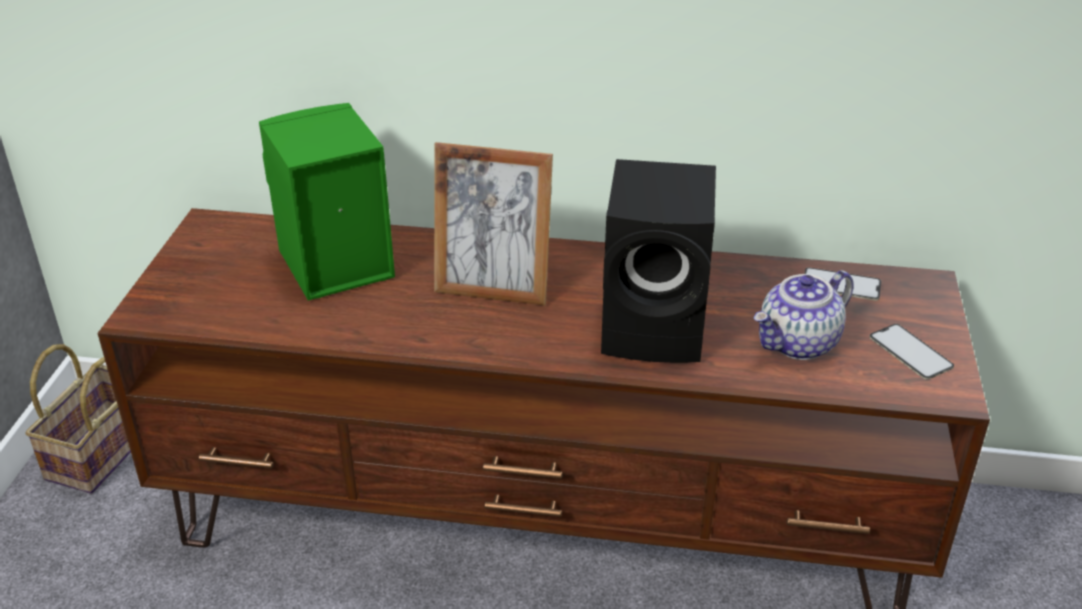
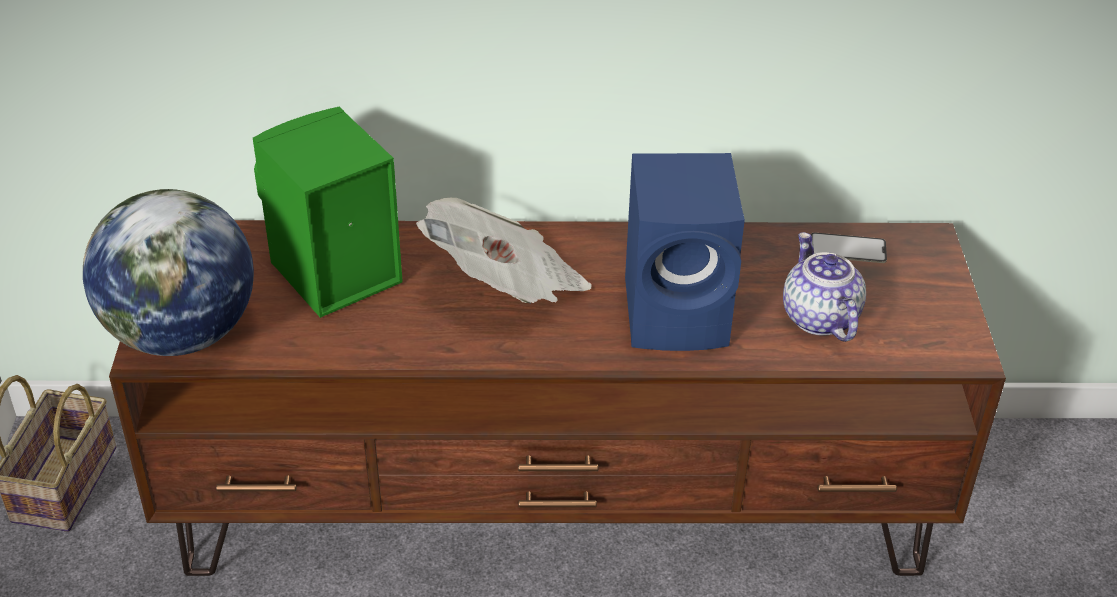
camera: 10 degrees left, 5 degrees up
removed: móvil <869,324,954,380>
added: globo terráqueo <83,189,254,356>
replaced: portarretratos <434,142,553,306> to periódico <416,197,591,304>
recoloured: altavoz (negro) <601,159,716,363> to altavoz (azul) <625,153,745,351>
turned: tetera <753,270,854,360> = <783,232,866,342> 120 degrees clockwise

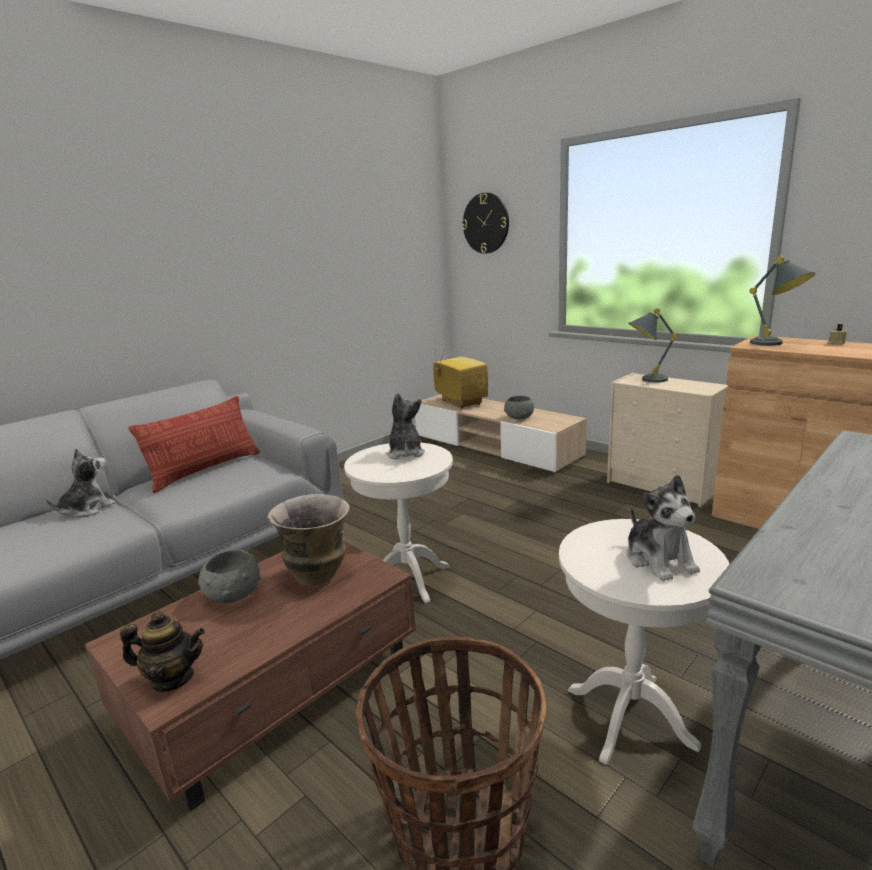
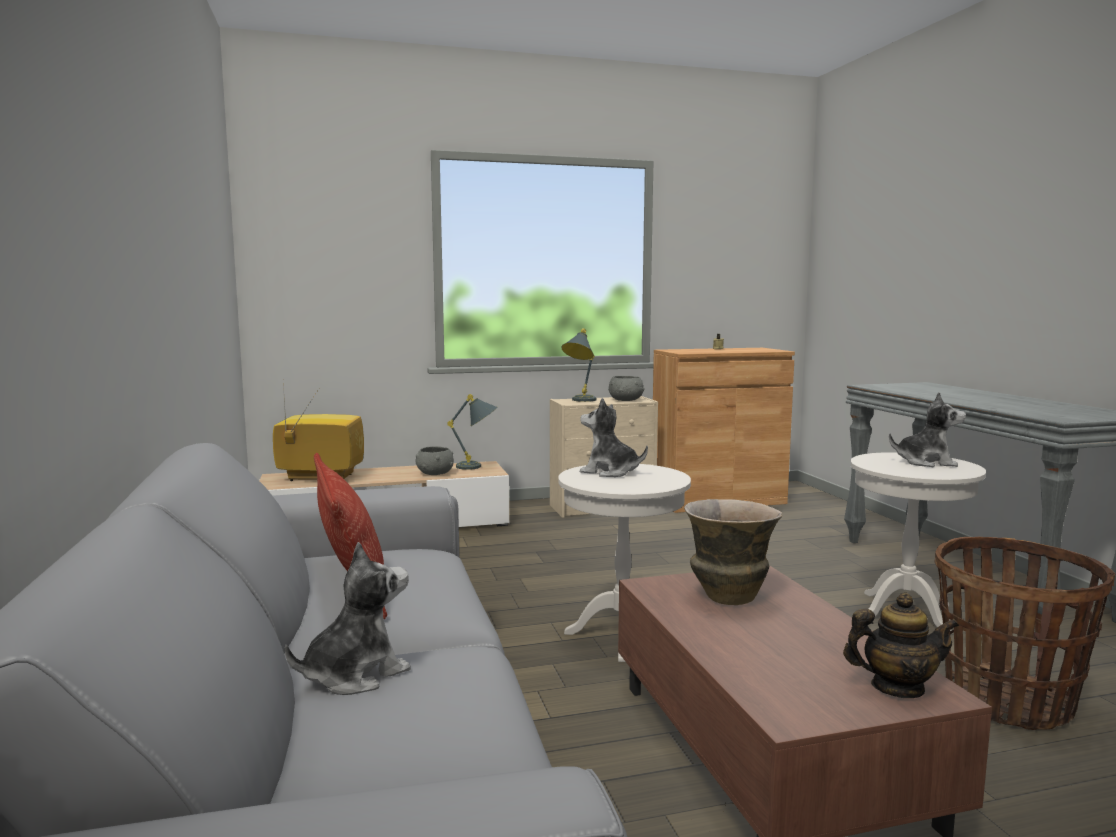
camera: 60 degrees left, 10 degrees down
removed: reloj de pared <462,193,509,254>
moved: cuenco (gris) <198,550,261,603> to <608,376,645,401>; lámpara de mesa (gris) <749,256,815,346> to <447,394,498,470>
turned: peluche <46,448,116,518> = <285,542,411,695> 75 degrees clockwise; tetera <120,611,205,692> = <843,593,959,698> 60 degrees clockwise

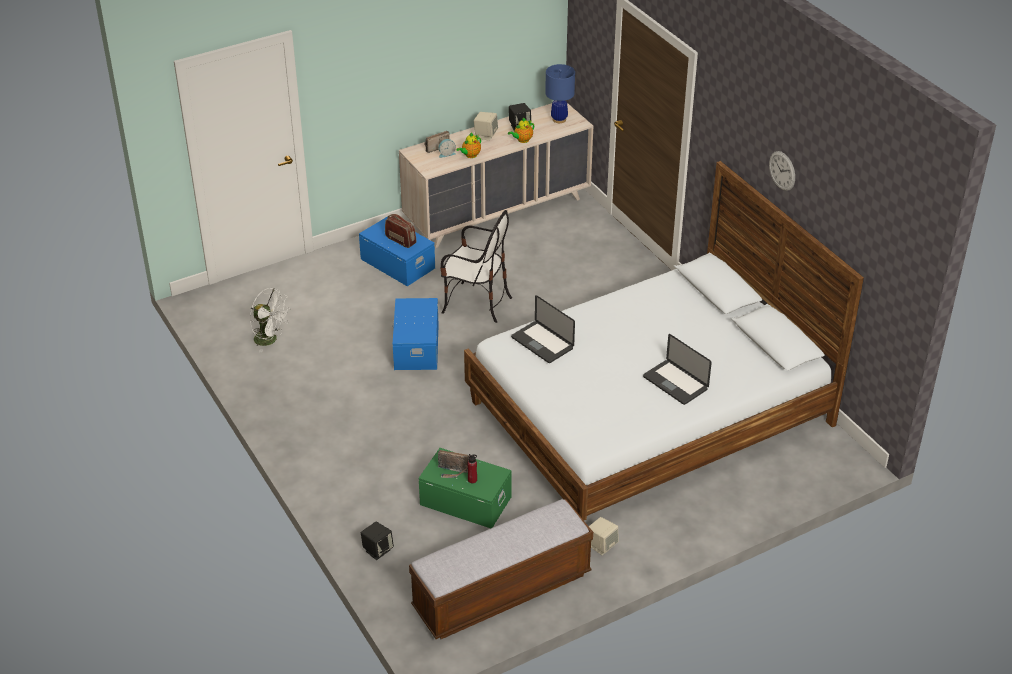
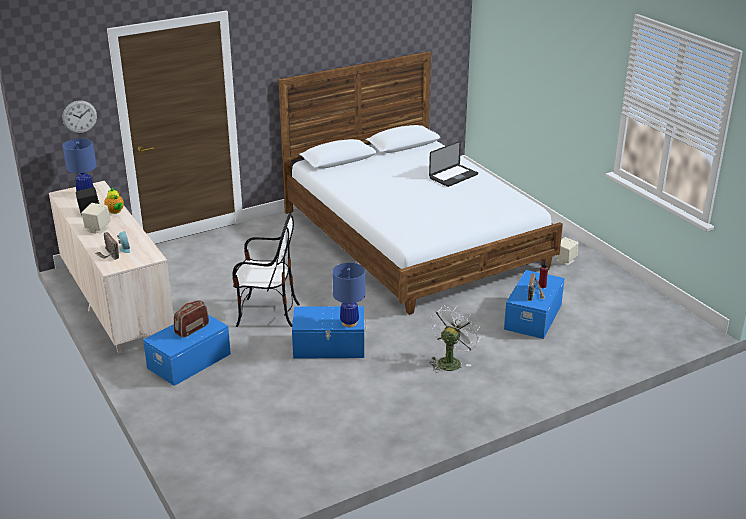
camera: 90 degrees left, 10 degrees down
removed: altavoz (negro) <361,522,394,560>; banco <409,499,593,639>; tetera <456,133,481,158>; portátil <511,295,575,363>
added: lámpara de mesa (azul) <332,263,365,327>
moved: ventilador (blanco) <250,288,290,353> to <429,305,480,372>; reloj de pared <769,151,795,191> to <62,100,97,134>
recoloured: caja de almacenaje (verde) <419,448,511,528> to caja de almacenaje (azul) <504,270,564,339>
turned: silla <440,210,512,323> = <232,212,300,327> 75 degrees clockwise

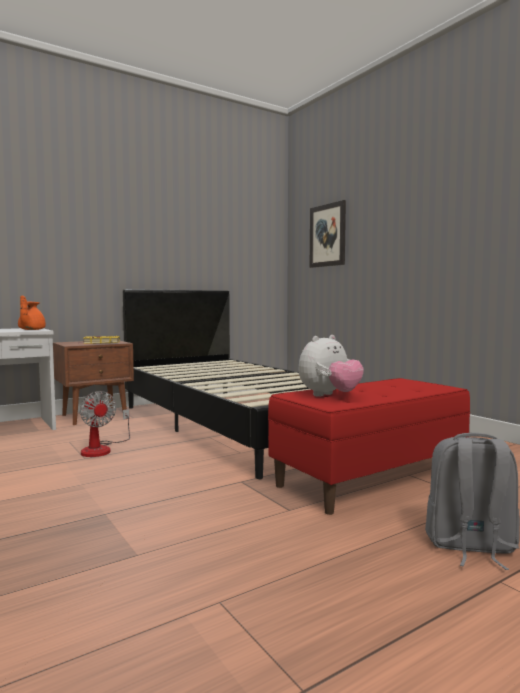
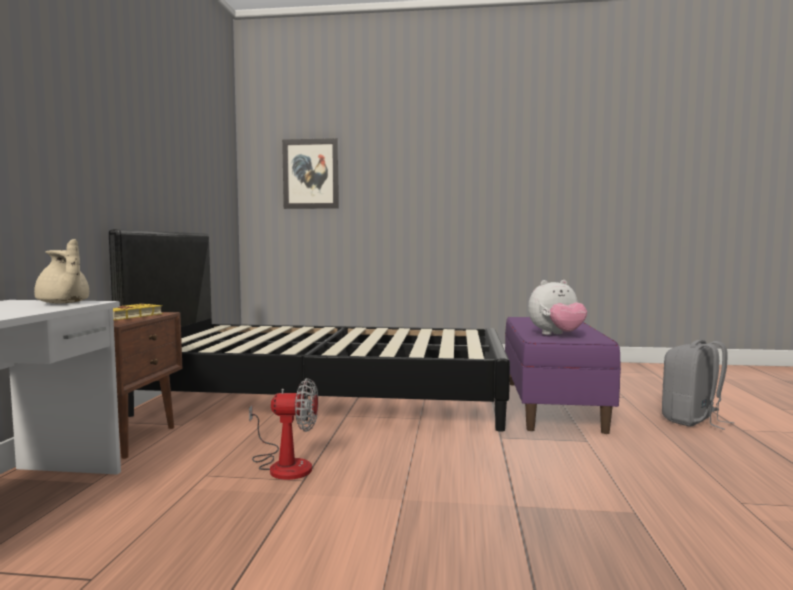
camera: 50 degrees left, 0 degrees up
recoloured: tetera (naranja) <18,295,46,330> to tetera (beis) <34,239,89,303>; banco (rojo) <268,378,470,515> to banco (morado) <505,317,621,434>
turned: peluche <299,335,364,396> = <528,280,587,335> 75 degrees clockwise

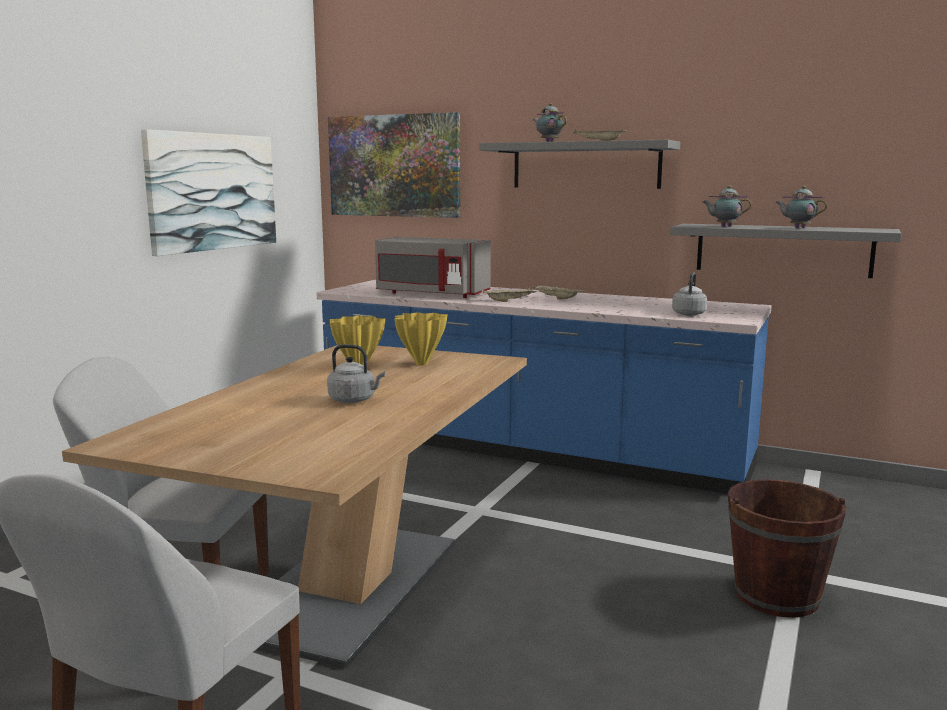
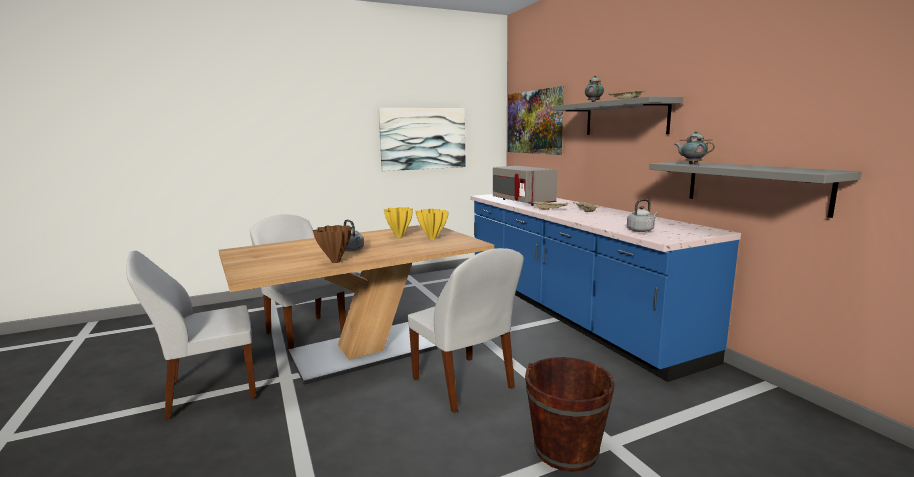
camera: 40 degrees right, 0 degrees up
removed: tetera <776,186,827,228>
added: florero (marrón) <313,225,351,263>; silla (blanco) <408,248,524,413>

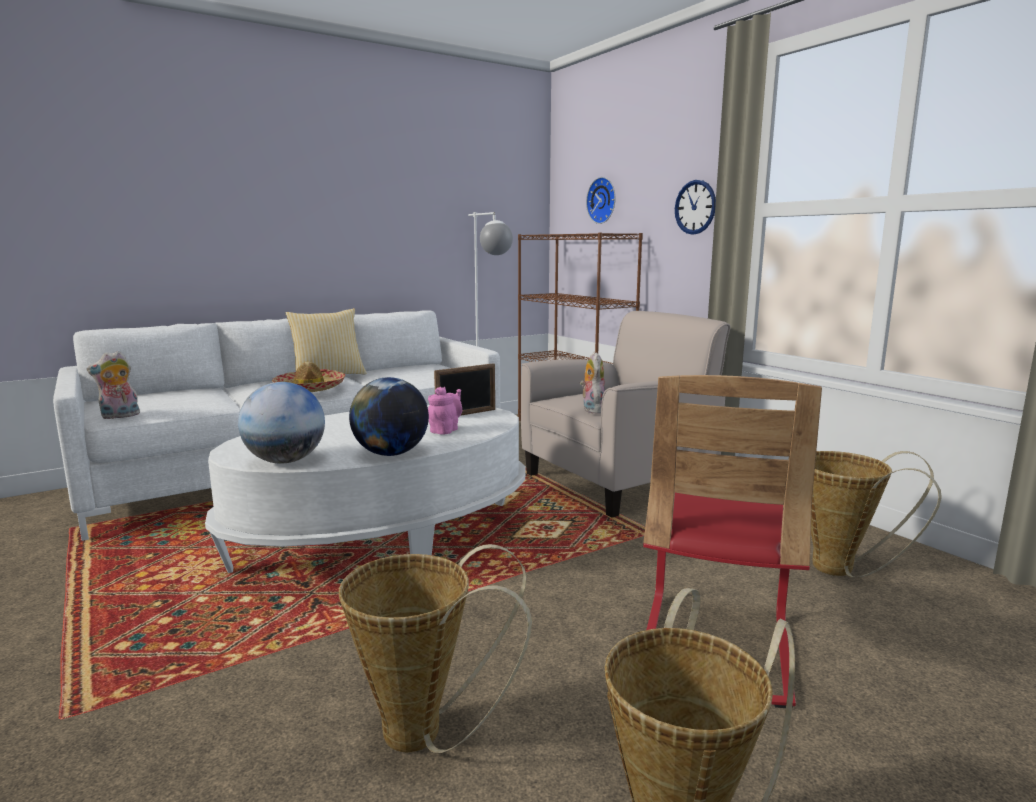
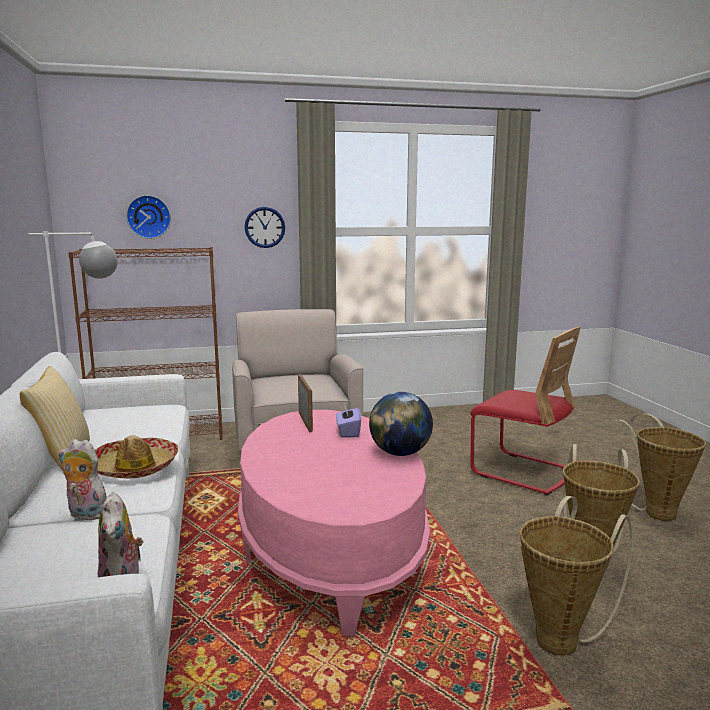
camera: 70 degrees left, 0 degrees up
removed: globo terráqueo <238,382,325,464>
moved: peluche <580,351,605,414> to <58,439,107,520>; cesta <811,451,942,577> to <520,496,633,656>
replaced: tetera (rosa) <428,387,462,435> to caja de pañuelos (morado) <336,405,361,438>
recoloured: mesa de centro (blanco) <205,405,526,573> to mesa de centro (rosa) <238,410,430,636>

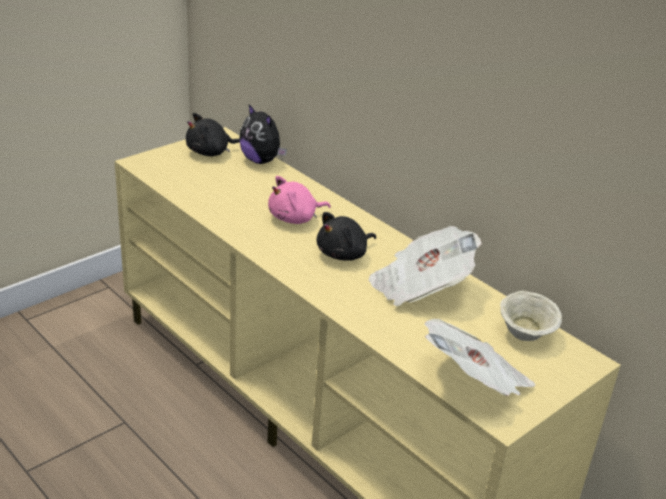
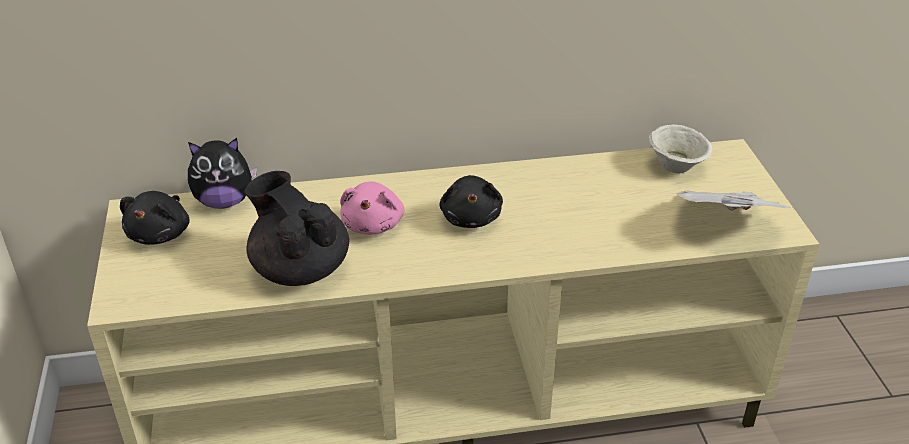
camera: 55 degrees left, 5 degrees up
removed: periódico <368,226,482,306>
added: tetera (negro) <244,171,349,286>

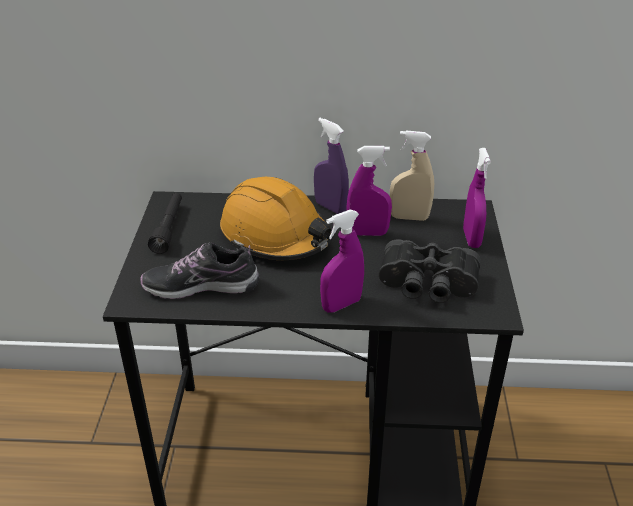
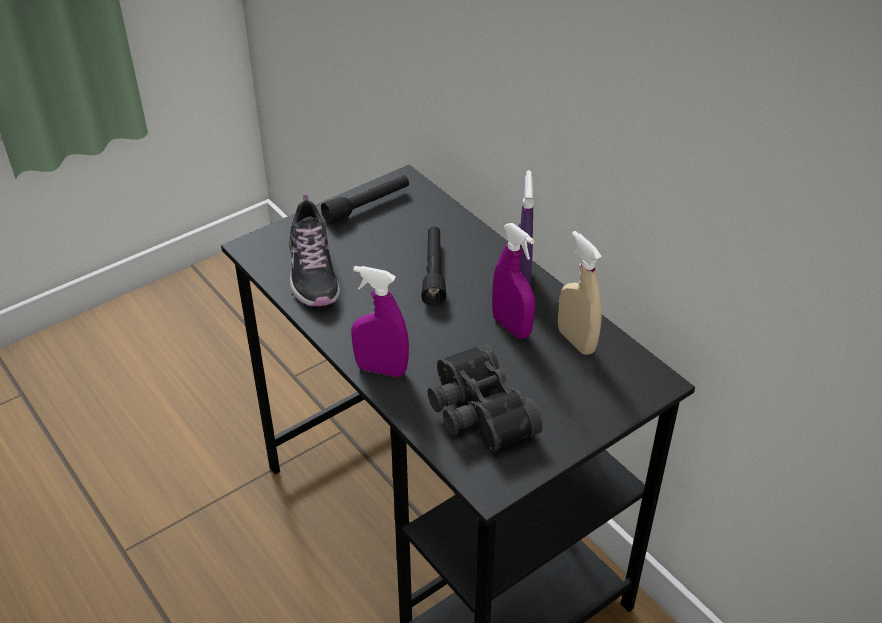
camera: 50 degrees right, 5 degrees up
removed: pulverizador (morado) <463,148,491,248>
replaced: casco (naranja) <220,177,333,260> to linterna (negro) <421,227,447,306>
turned: zapato <140,243,259,299> = <289,194,340,307> 150 degrees counterclockwise

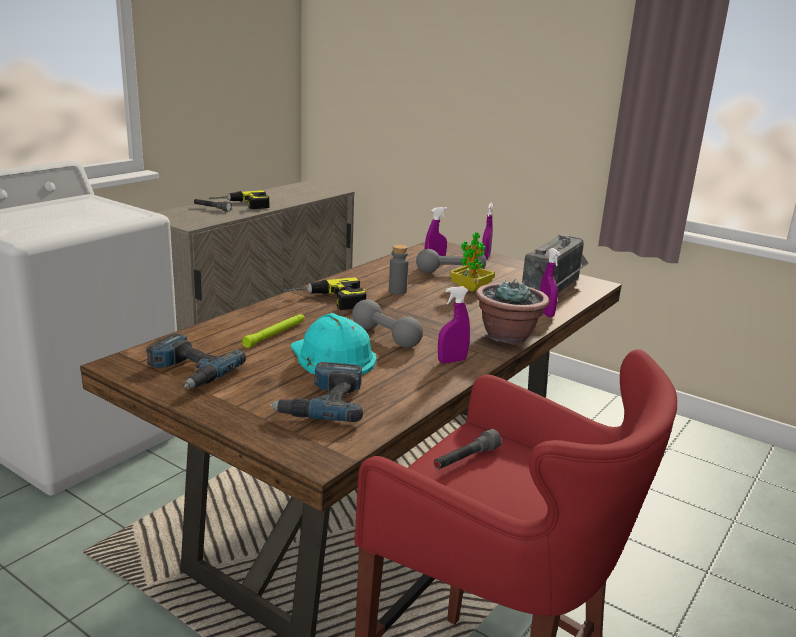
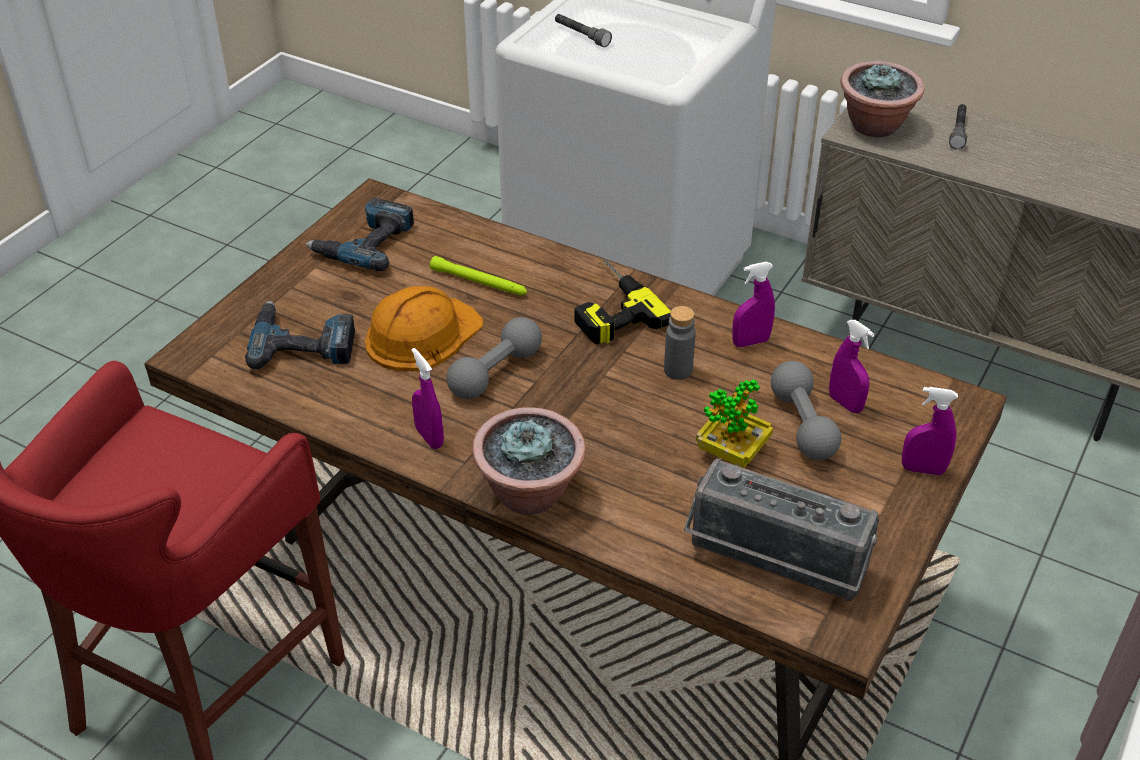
camera: 85 degrees right, 20 degrees up
removed: taladro <209,190,269,209>
added: planta en maceta <841,61,925,138>
moved: linterna (gris) <434,429,502,469> to <555,14,612,47>; pulverizador (morado) <540,248,560,317> to <733,262,775,347>
recoloured: casco (turquesa) <290,313,376,375> to casco (naranja) <365,286,484,371>

